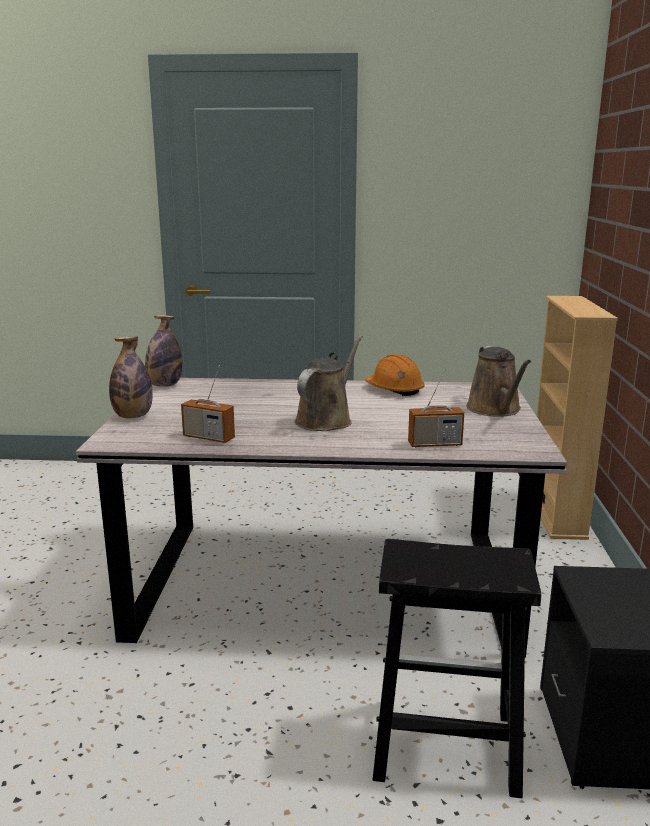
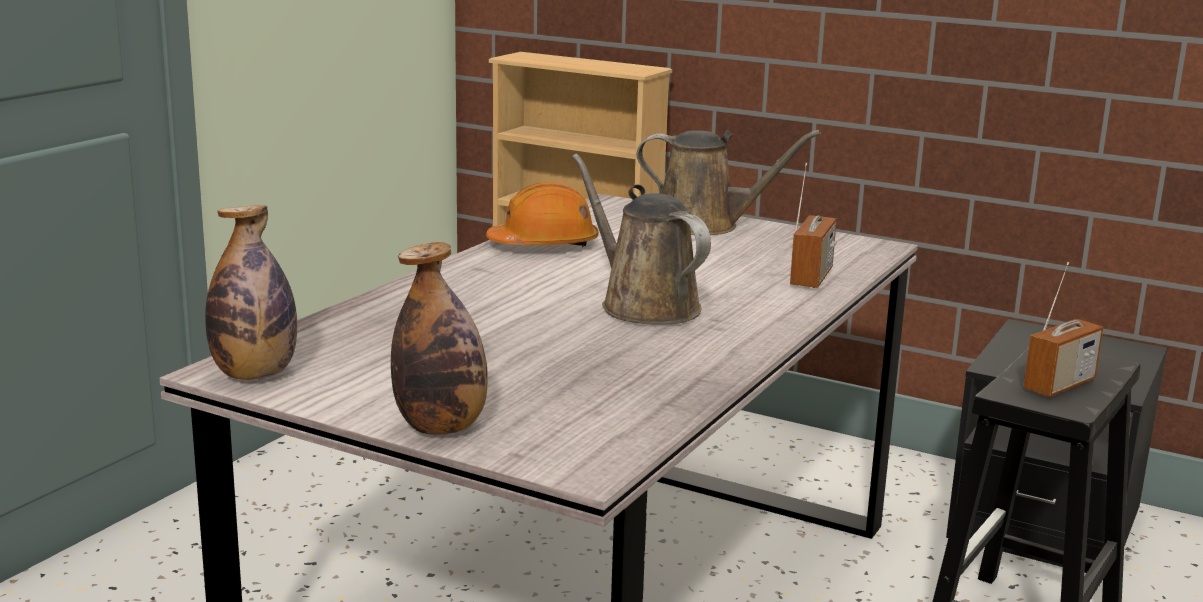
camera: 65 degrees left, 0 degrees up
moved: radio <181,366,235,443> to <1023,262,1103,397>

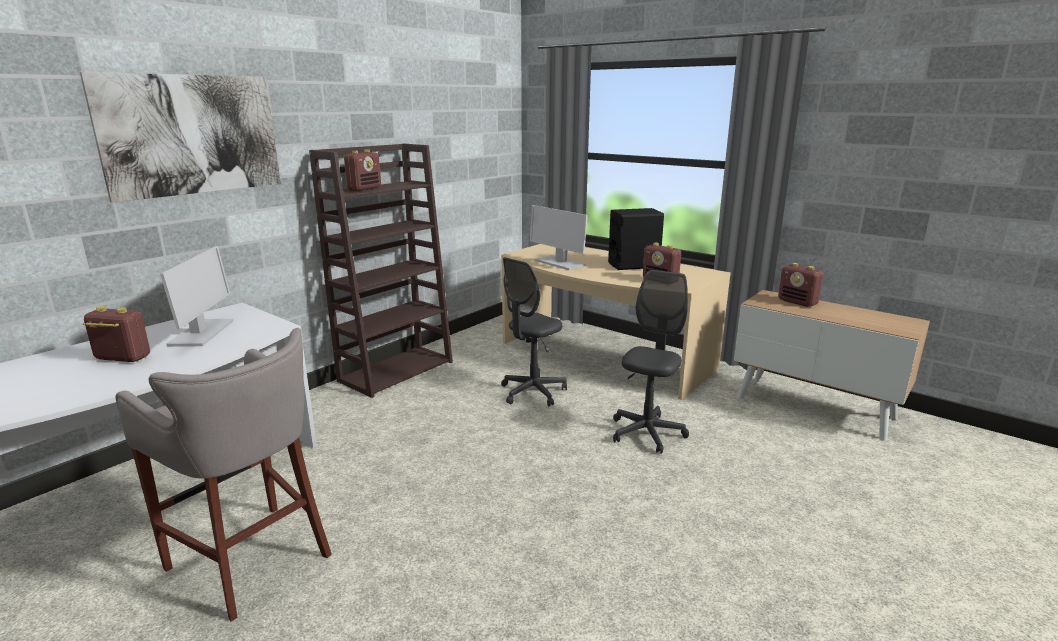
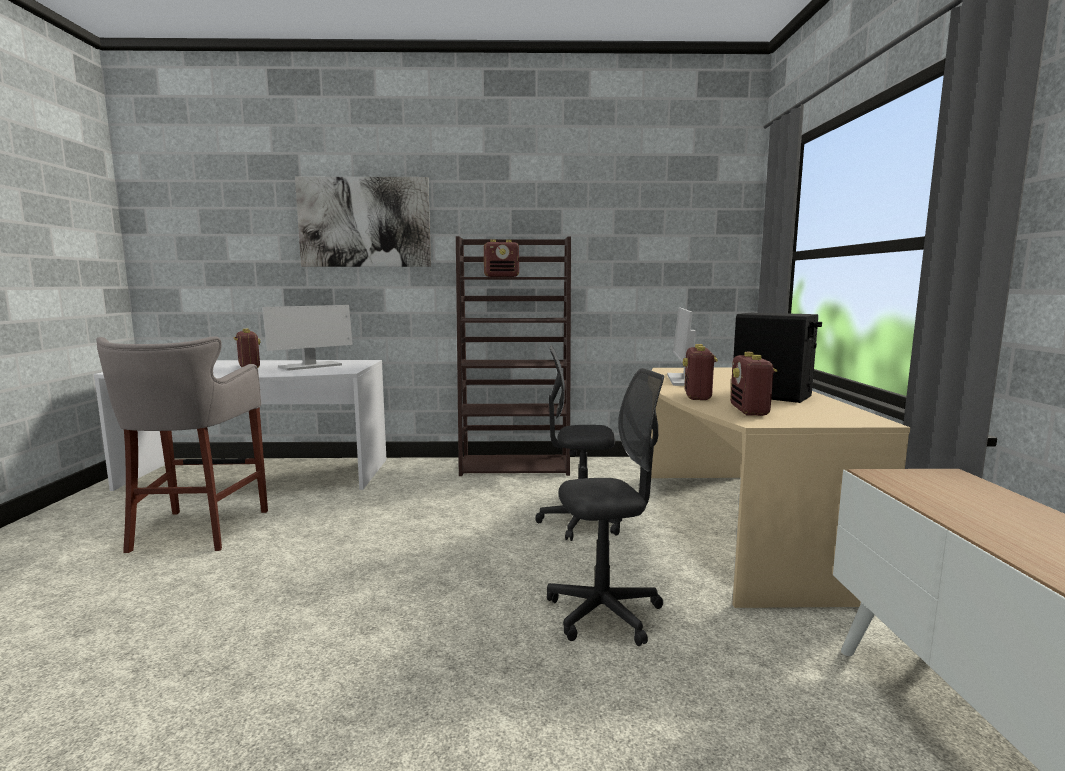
camera: 50 degrees right, 10 degrees down
moved: radio <778,263,823,307> to <683,344,718,400>

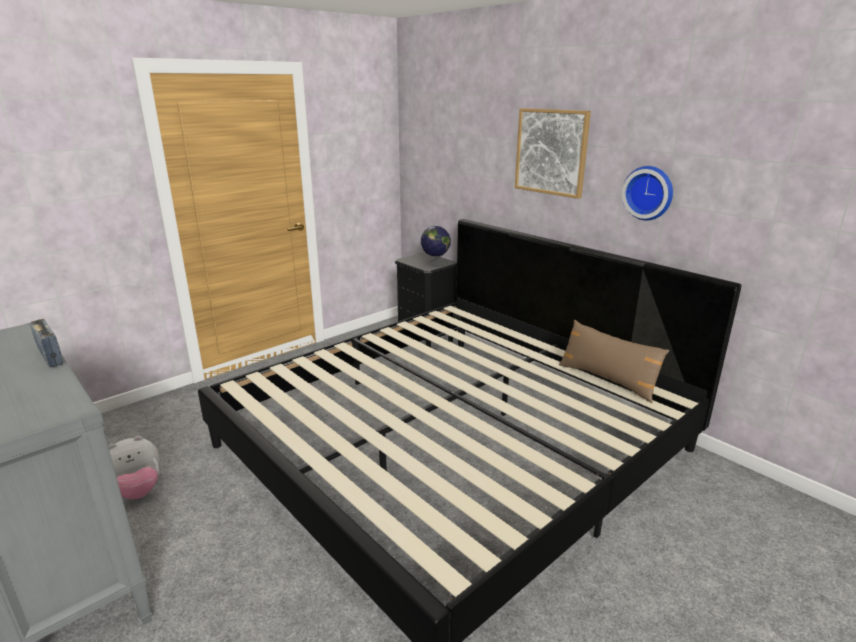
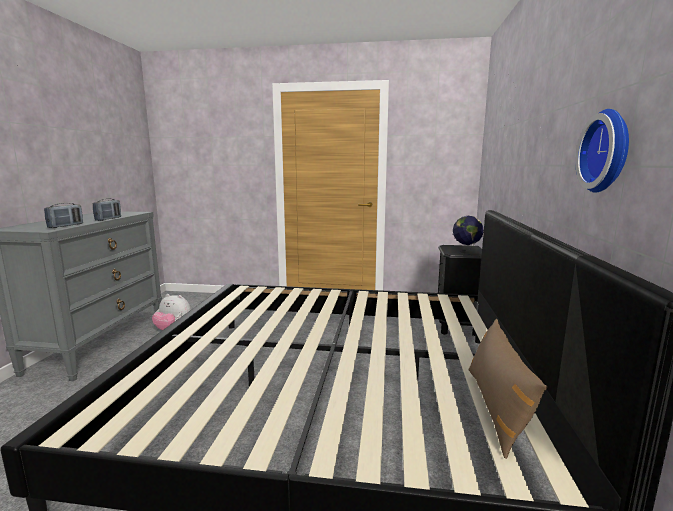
camera: 50 degrees right, 10 degrees down
removed: cuadro <515,108,591,199>
added: radio <44,203,83,228>

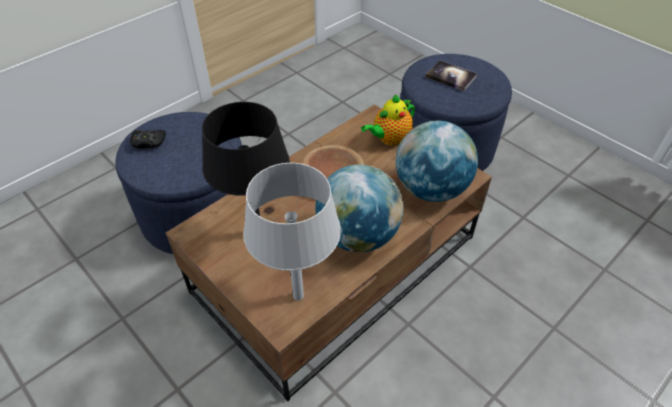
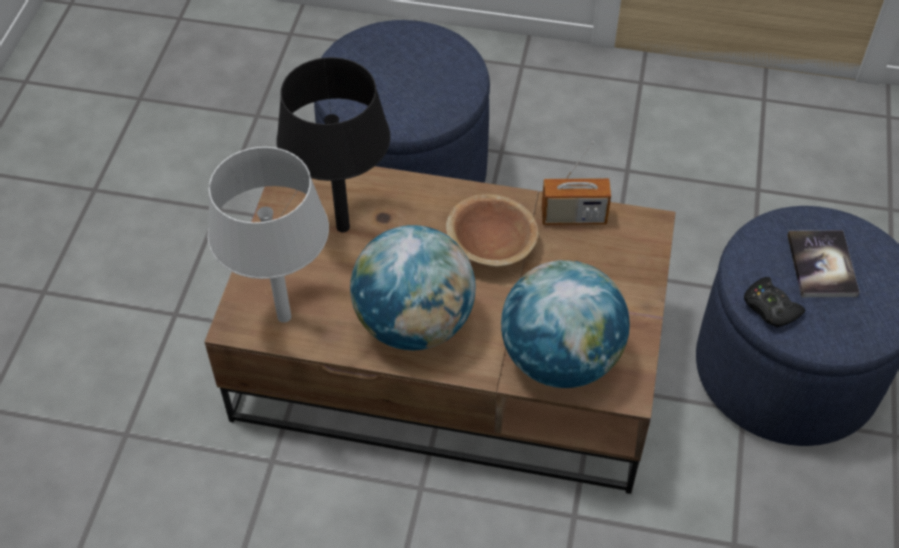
camera: 55 degrees right, 5 degrees up
removed: tetera <361,95,415,145>
added: radio <541,142,611,225>
moved: mando de consola (negro) <130,130,166,149> to <744,277,805,327>

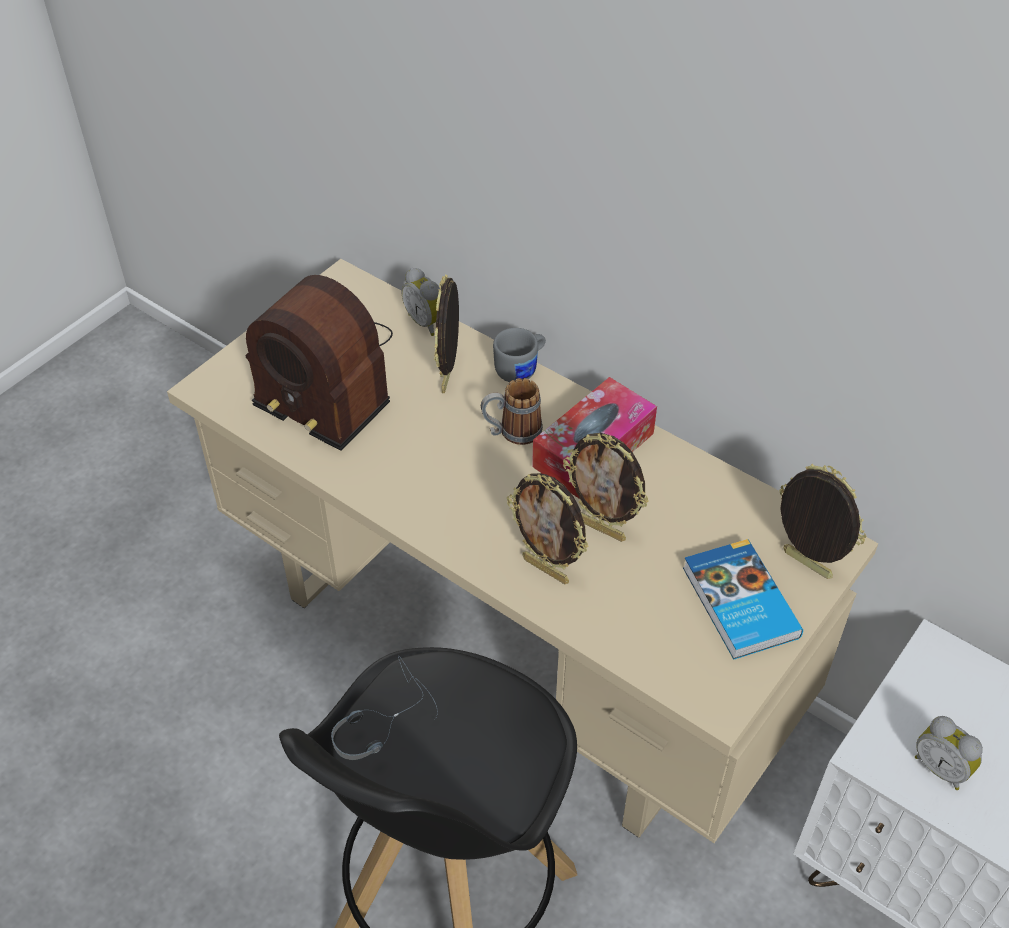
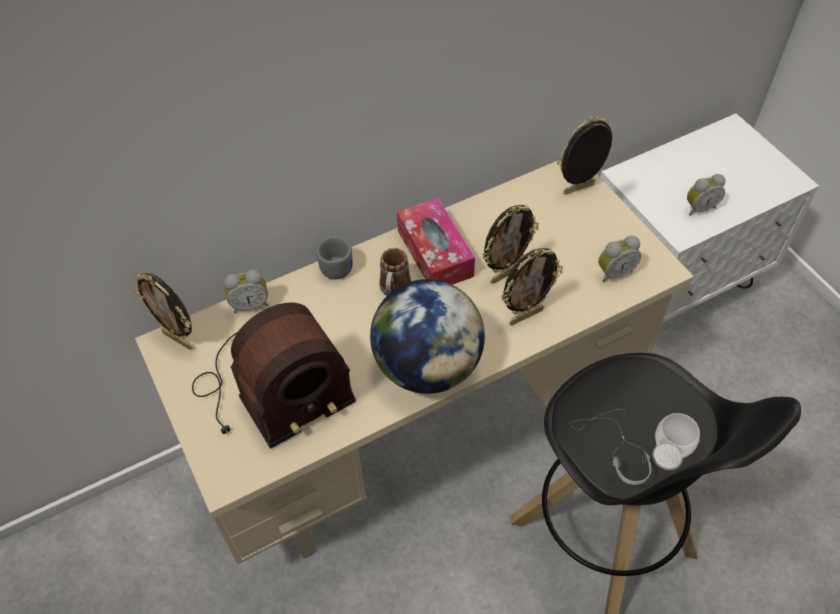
camera: 65 degrees left, 5 degrees up
removed: libro <683,539,803,660>
added: globo terráqueo <370,279,485,394>; despertador <598,235,641,282>; taza <652,413,700,470>
moved: portarretratos <434,275,459,393> to <134,273,193,350>

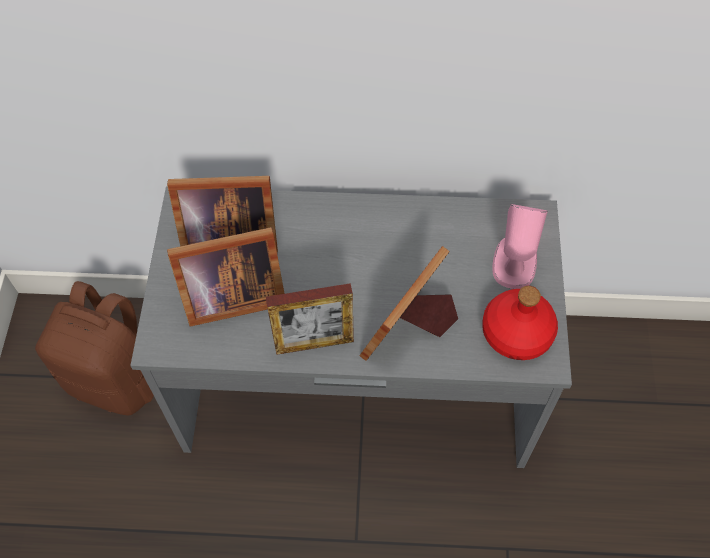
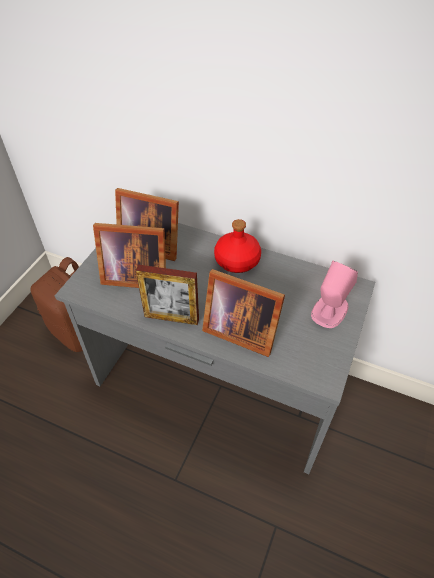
camera: 20 degrees right, 10 degrees down
moved: botella (rojo) <482,286,558,360> to <214,219,261,273>
turned: portarretratos <360,246,458,361> = <202,269,285,357> 120 degrees counterclockwise

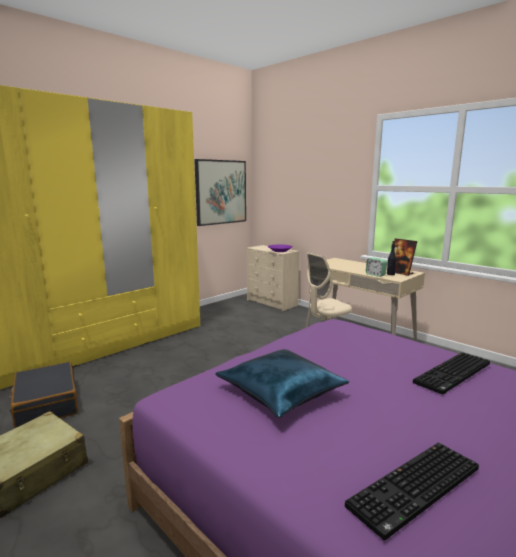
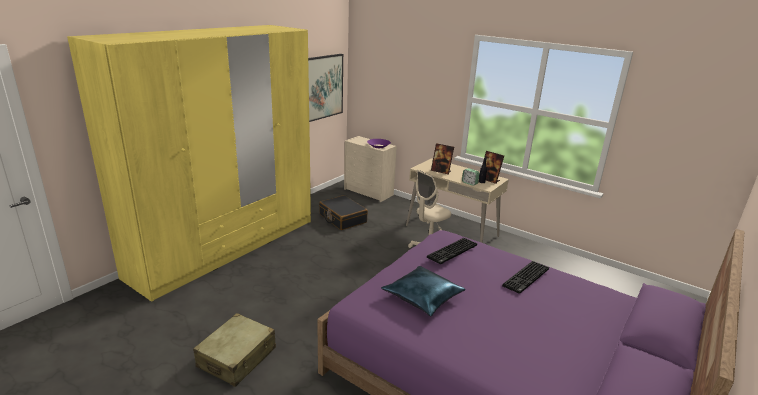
camera: 10 degrees left, 10 degrees up
added: portarretratos <431,143,454,175>
moved: maleta (negro) <9,362,78,428> to <319,195,368,230>; teclado <345,443,479,541> to <427,238,477,264>

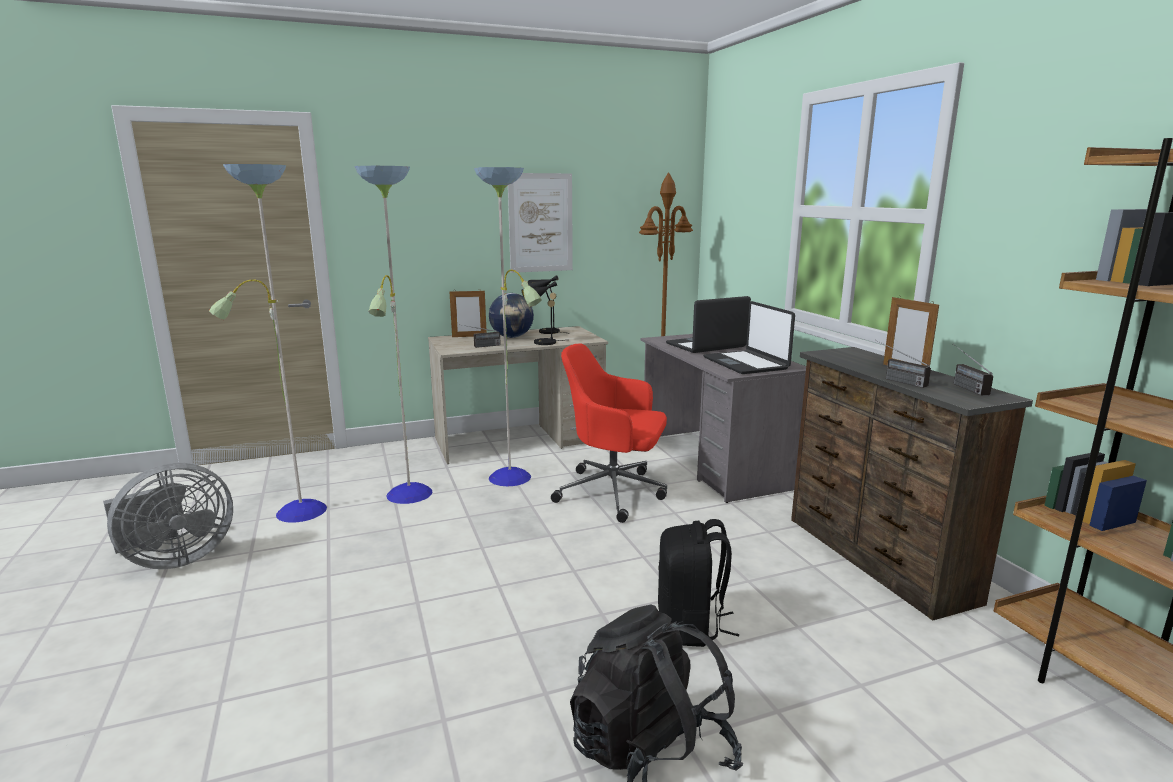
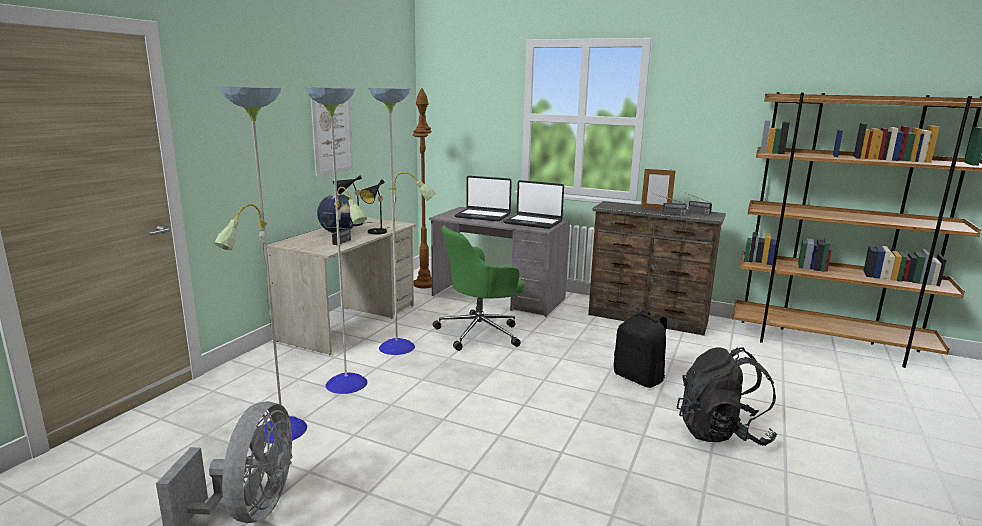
camera: 45 degrees left, 0 degrees up
removed: portarretratos <449,290,487,337>
recoloured: silla de oficina (rojo) <551,343,667,523> to silla de oficina (verde) <433,225,525,351>
turned: portátil <666,296,751,353> = <454,176,512,221> 90 degrees counterclockwise

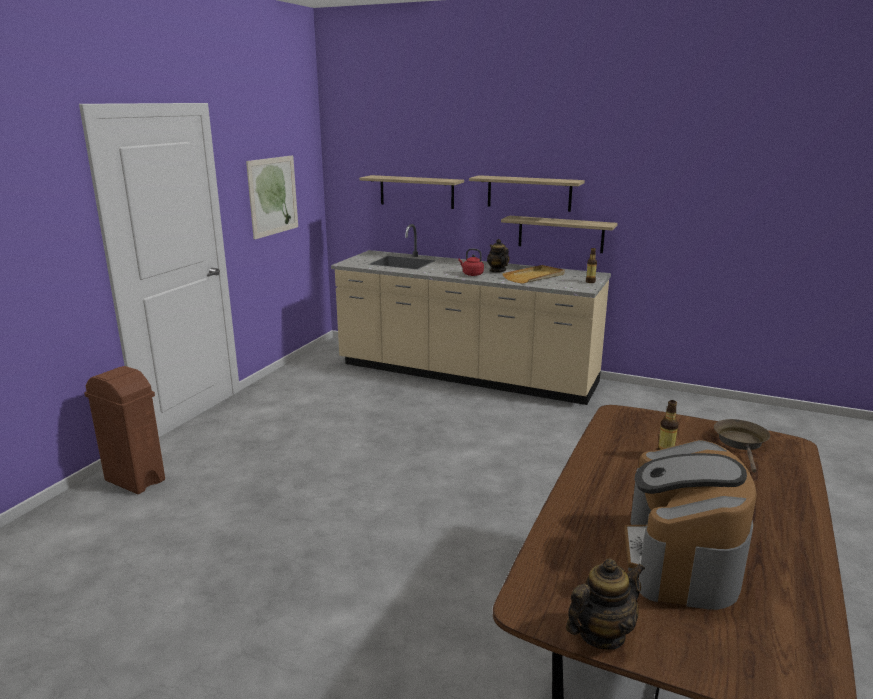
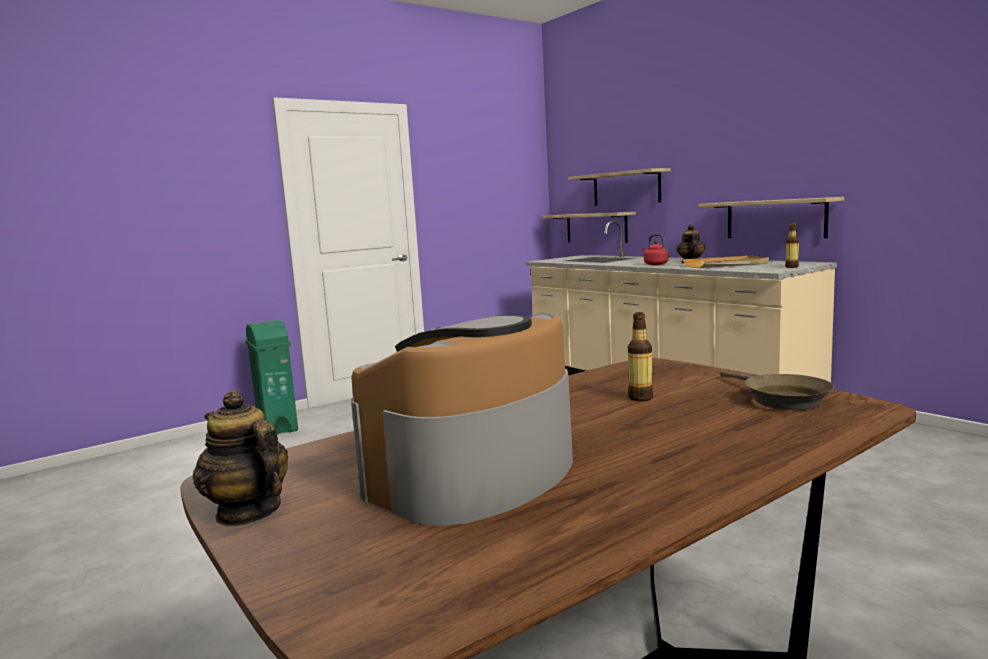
camera: 30 degrees right, 10 degrees down
removed: cuadro <246,155,298,240>
moved: estante <469,175,585,212> to <543,212,636,243>
recoloured: papelera (marrón) <84,366,165,494> to papelera (verde) <245,320,298,435>
turned: tetera <566,558,645,649> = <193,390,288,526> 135 degrees counterclockwise; sartén (marrón) <714,419,770,472> = <720,371,834,410> 120 degrees clockwise

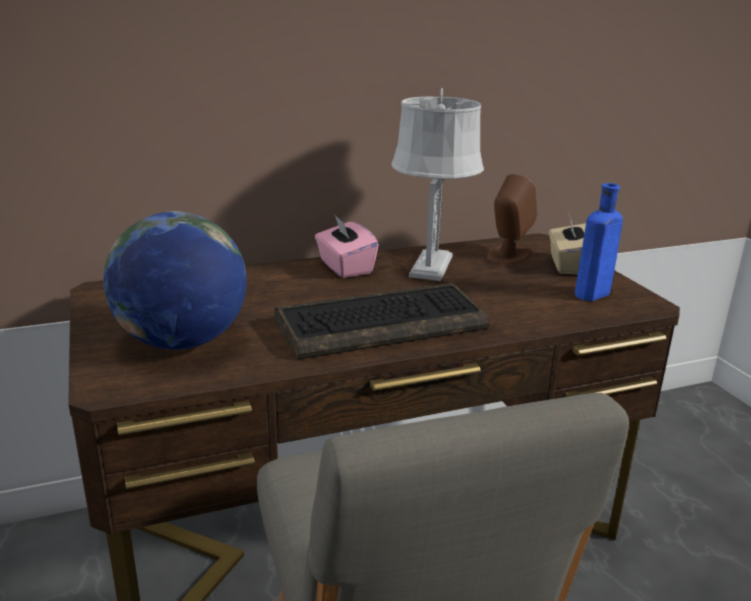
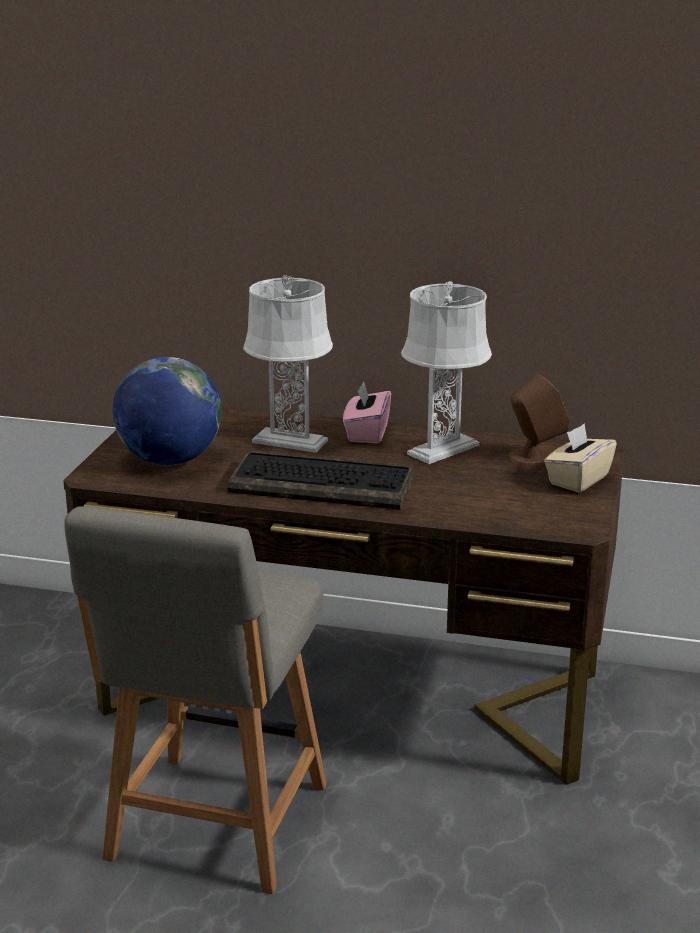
camera: 35 degrees right, 0 degrees up
removed: botella (azul) <575,183,623,301>
added: lámpara de mesa (gris) <243,275,333,453>

